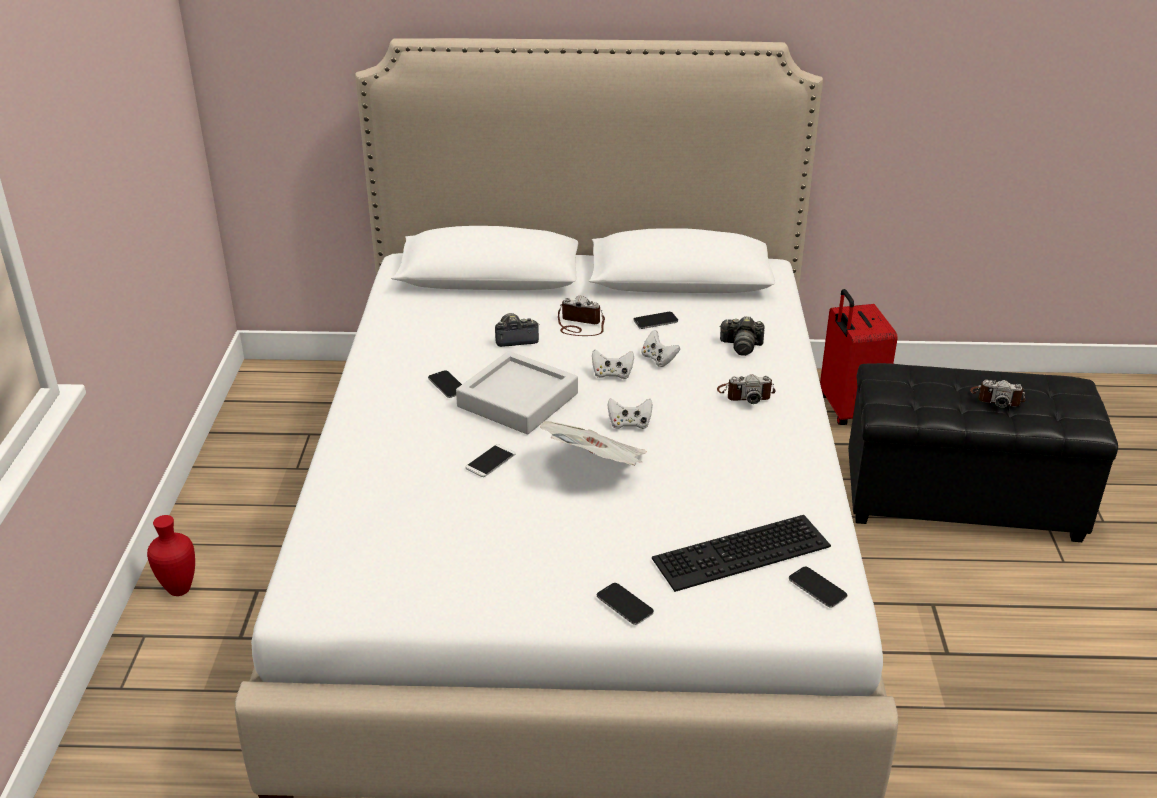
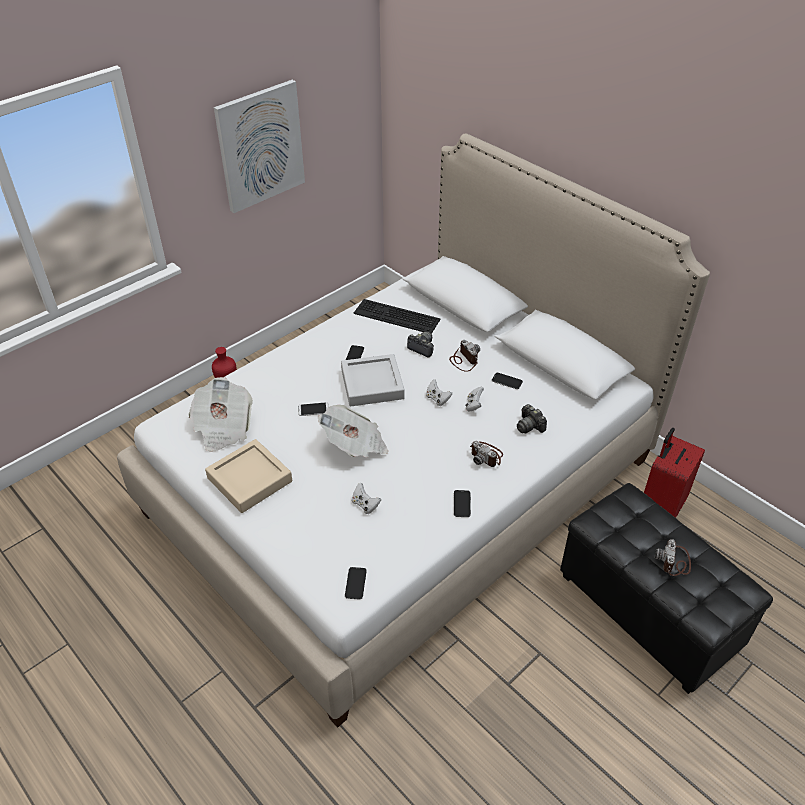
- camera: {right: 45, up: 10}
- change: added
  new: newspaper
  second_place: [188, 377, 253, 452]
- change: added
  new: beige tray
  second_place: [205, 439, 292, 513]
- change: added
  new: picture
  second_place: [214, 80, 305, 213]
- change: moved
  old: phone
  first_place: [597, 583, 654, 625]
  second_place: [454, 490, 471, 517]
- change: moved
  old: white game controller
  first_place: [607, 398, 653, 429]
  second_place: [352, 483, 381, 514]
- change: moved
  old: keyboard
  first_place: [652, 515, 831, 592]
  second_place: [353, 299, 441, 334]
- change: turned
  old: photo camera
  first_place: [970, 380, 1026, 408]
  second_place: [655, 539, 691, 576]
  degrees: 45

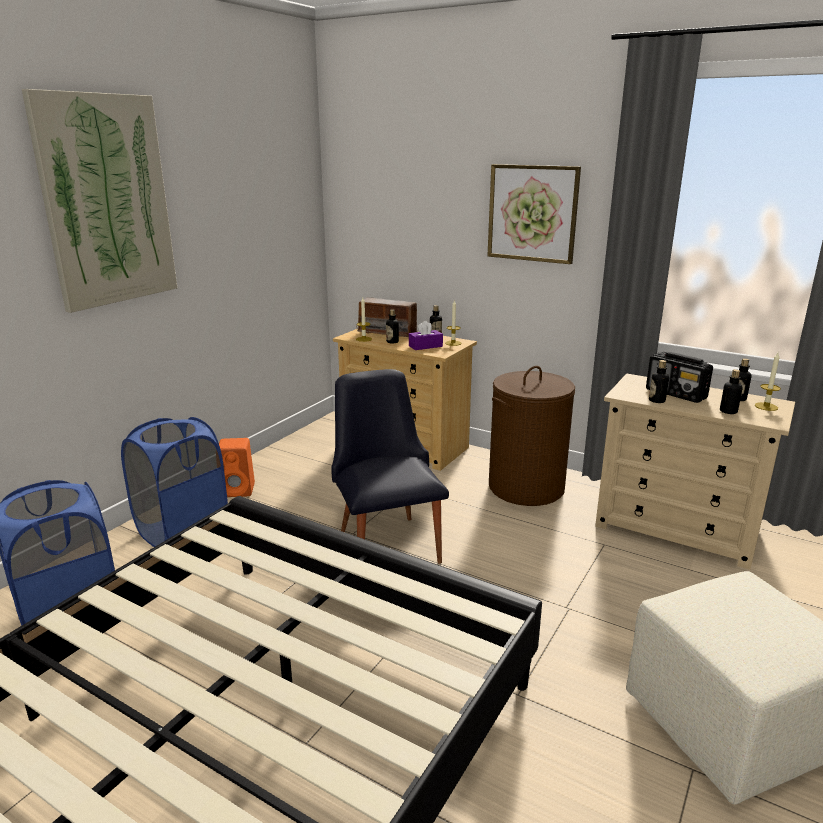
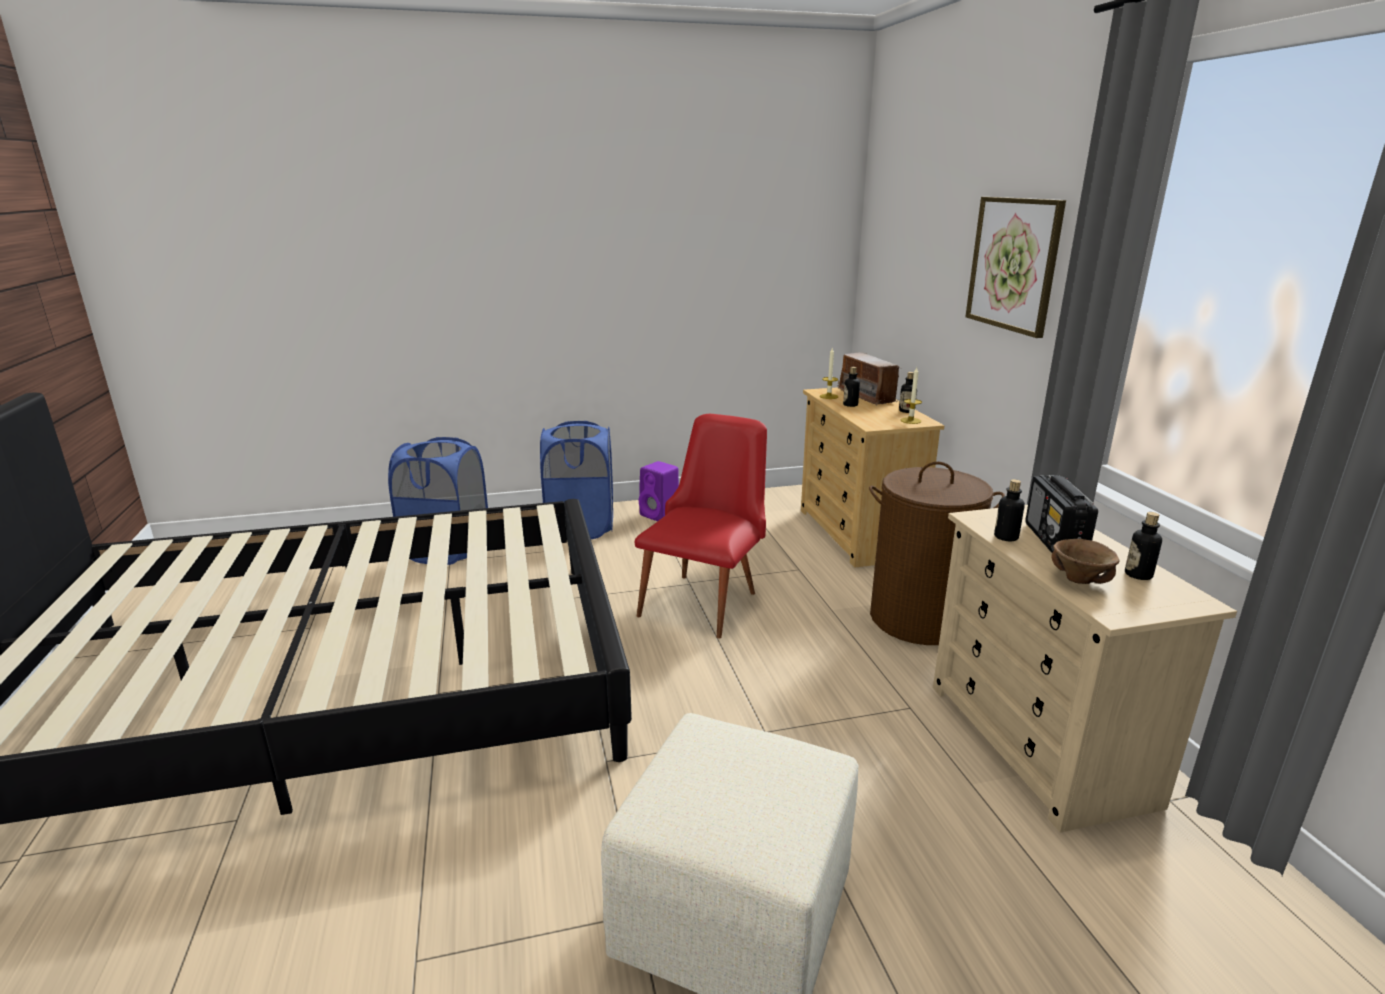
- camera: {right: 45, up: 0}
- change: removed
  old: picture
  first_place: [22, 89, 177, 313]
- change: removed
  old: purple tissue box
  first_place: [409, 320, 443, 350]
- change: removed
  old: candle
  first_place: [755, 353, 781, 411]
- change: replaced
  old: bottle
  new: brown bowl
  first_place: [720, 369, 742, 414]
  second_place: [1052, 539, 1119, 584]
- change: recoloured
  old: orange speaker
  new: purple speaker
  first_place: [219, 438, 255, 497]
  second_place: [639, 461, 679, 521]
- change: recoloured
  old: black chair
  new: red chair
  first_place: [331, 369, 449, 564]
  second_place: [635, 414, 767, 639]

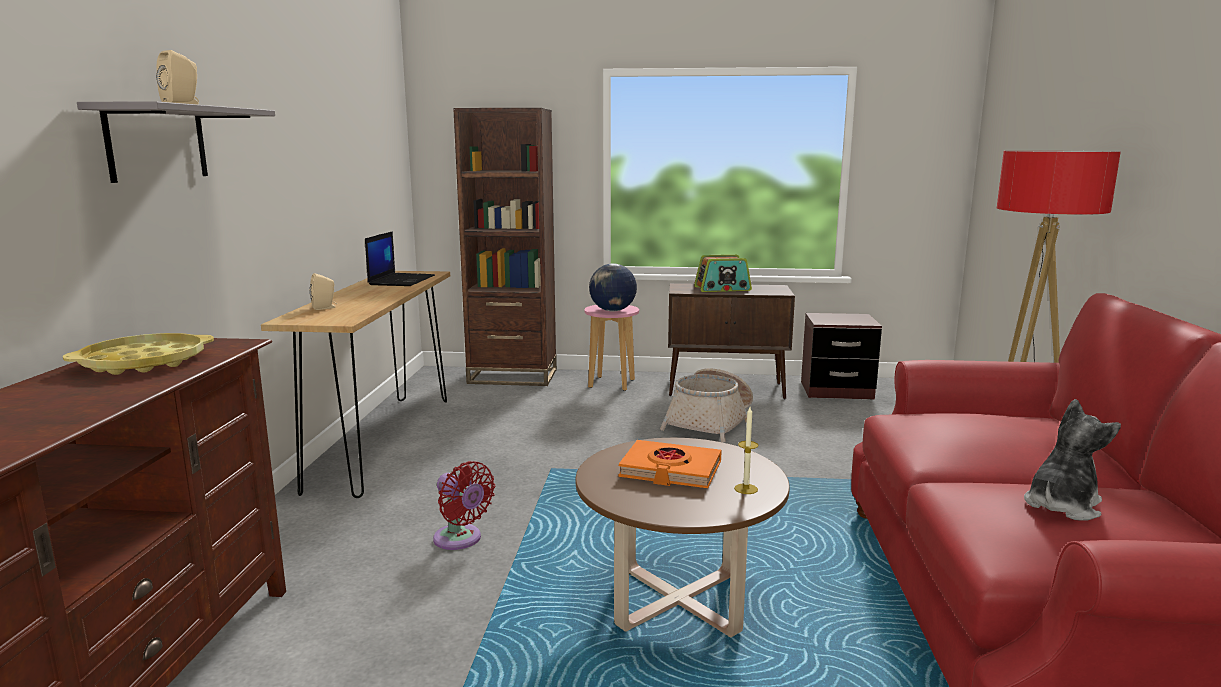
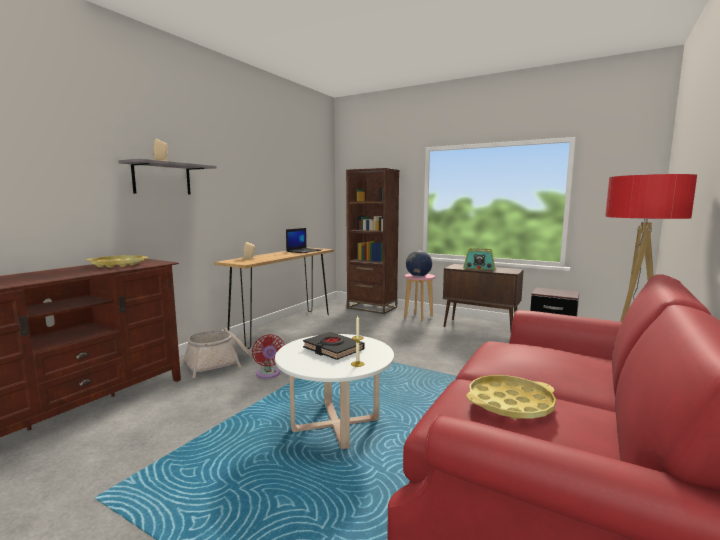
- camera: {right: 25, up: -5}
- change: moved
  old: basket
  first_place: [660, 368, 753, 442]
  second_place: [182, 327, 254, 378]
- change: replaced
  old: plush toy
  new: yellow tray
  first_place: [1024, 399, 1121, 521]
  second_place: [466, 375, 556, 419]
- change: recoloured
  old: brown coffee table
  new: white coffee table
  first_place: [576, 438, 790, 637]
  second_place: [275, 334, 394, 449]
- change: recoloured
  old: orange book
  new: black book
  first_place: [619, 440, 722, 488]
  second_place: [303, 332, 365, 360]

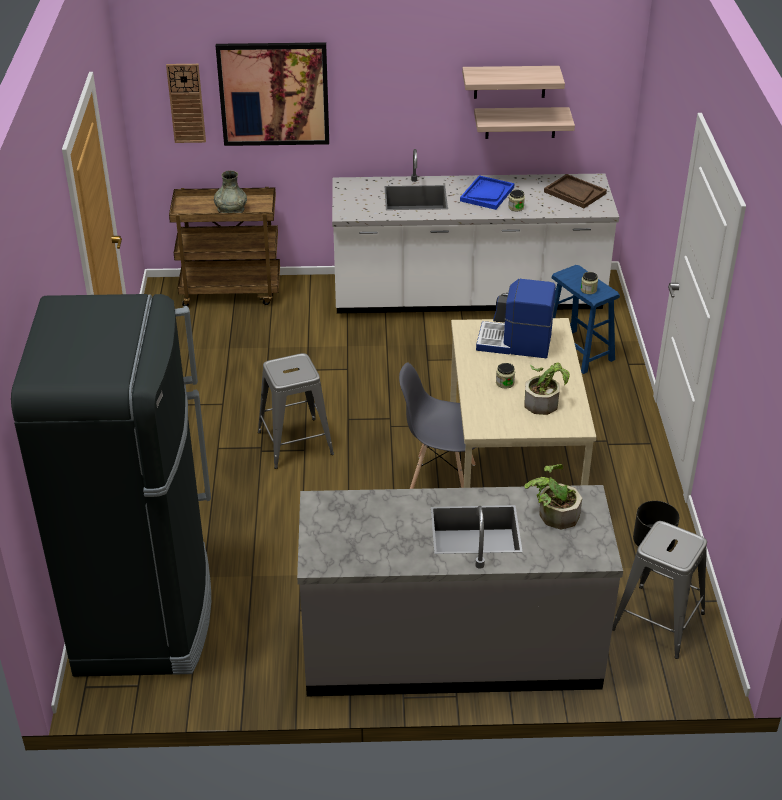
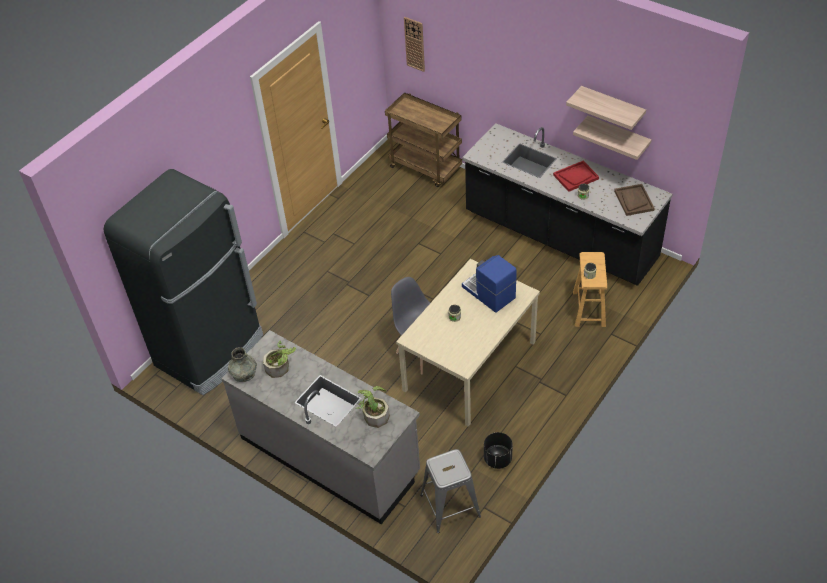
- camera: {right: 40, up: 10}
- change: removed
  old: picture
  first_place: [216, 42, 329, 146]
- change: removed
  old: grey stool
  first_place: [258, 353, 334, 469]
- change: moved
  old: grey vase
  first_place: [214, 170, 247, 213]
  second_place: [228, 347, 257, 382]
- change: moved
  old: potted plant
  first_place: [524, 362, 570, 415]
  second_place: [263, 341, 296, 378]
- change: recoloured
  old: white counter
  new: black counter
  first_place: [332, 149, 619, 313]
  second_place: [462, 123, 672, 286]
- change: recoloured
  old: blue tray
  new: red tray
  first_place: [460, 175, 515, 210]
  second_place: [553, 161, 599, 192]
- change: recoloured
  old: blue stool
  new: brown stool
  first_place: [552, 265, 620, 374]
  second_place: [573, 252, 607, 327]

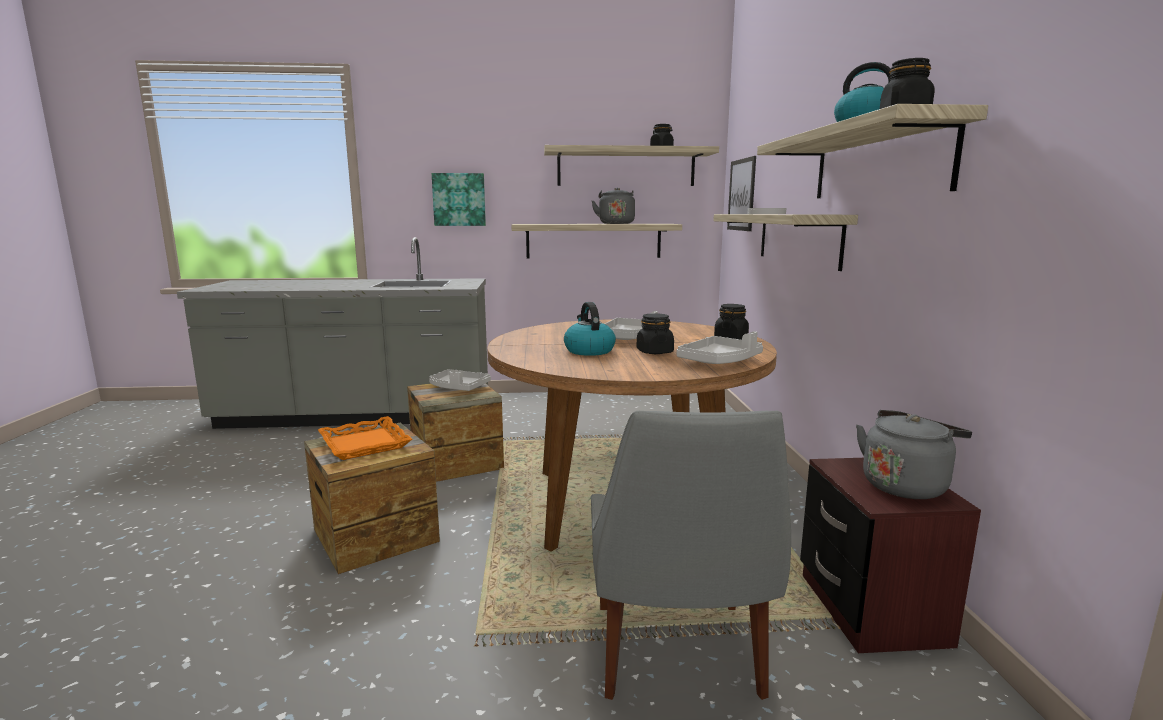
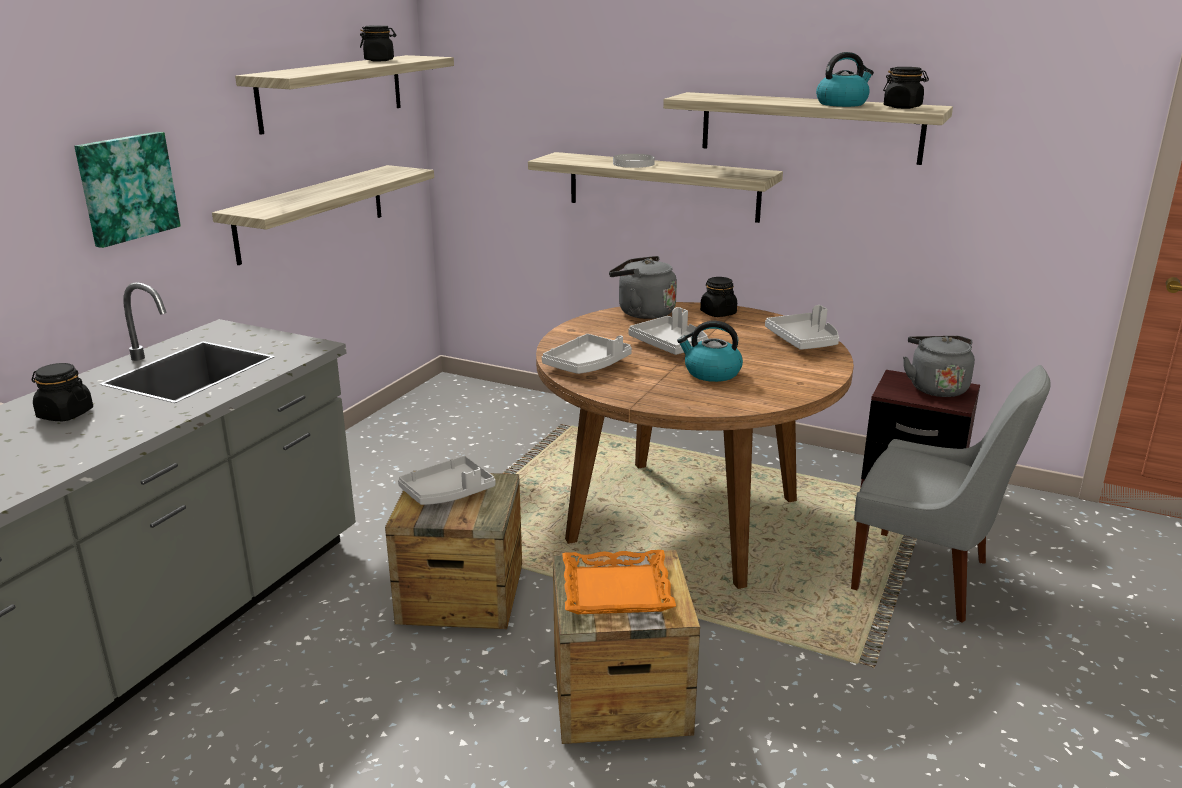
- camera: {right: -60, up: 10}
- change: removed
  old: picture
  first_place: [727, 156, 756, 231]
- change: added
  new: grey tray
  second_place: [542, 334, 632, 374]
- change: moved
  old: grey kettle
  first_place: [591, 188, 635, 224]
  second_place: [609, 256, 677, 319]
- change: moved
  old: black jar
  first_place: [637, 313, 674, 354]
  second_place: [32, 363, 93, 421]

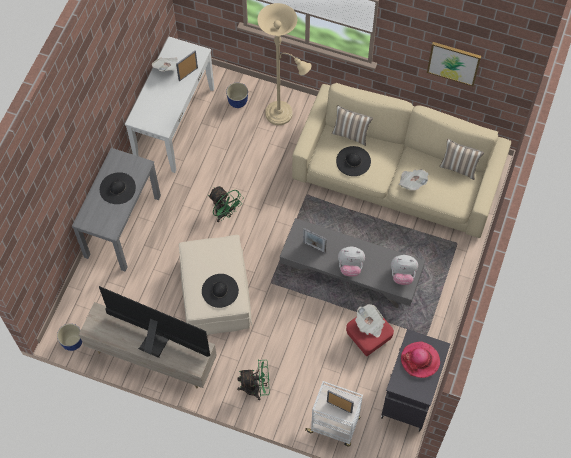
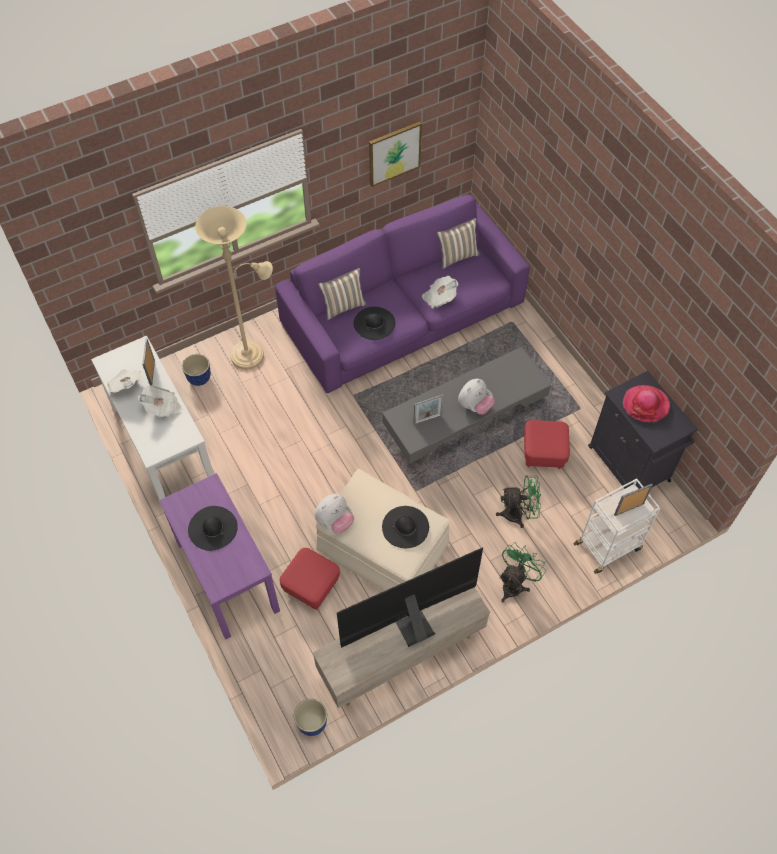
- camera: {right: -50, up: -5}
- change: added
  new: red ottoman
  second_place: [280, 548, 340, 610]
- change: moved
  old: green fan
  first_place: [208, 186, 244, 222]
  second_place: [496, 475, 541, 528]
- change: moved
  old: newspaper
  first_place: [355, 304, 385, 338]
  second_place: [138, 385, 182, 417]
- change: moved
  old: plush toy
  first_place: [391, 255, 418, 285]
  second_place: [315, 494, 354, 534]
- change: recoloured
  old: grey console table
  new: purple console table
  first_place: [72, 148, 161, 271]
  second_place: [159, 473, 280, 639]
- change: recoloured
  old: beige sofa
  new: purple sofa
  first_place: [292, 83, 511, 238]
  second_place: [275, 195, 530, 393]

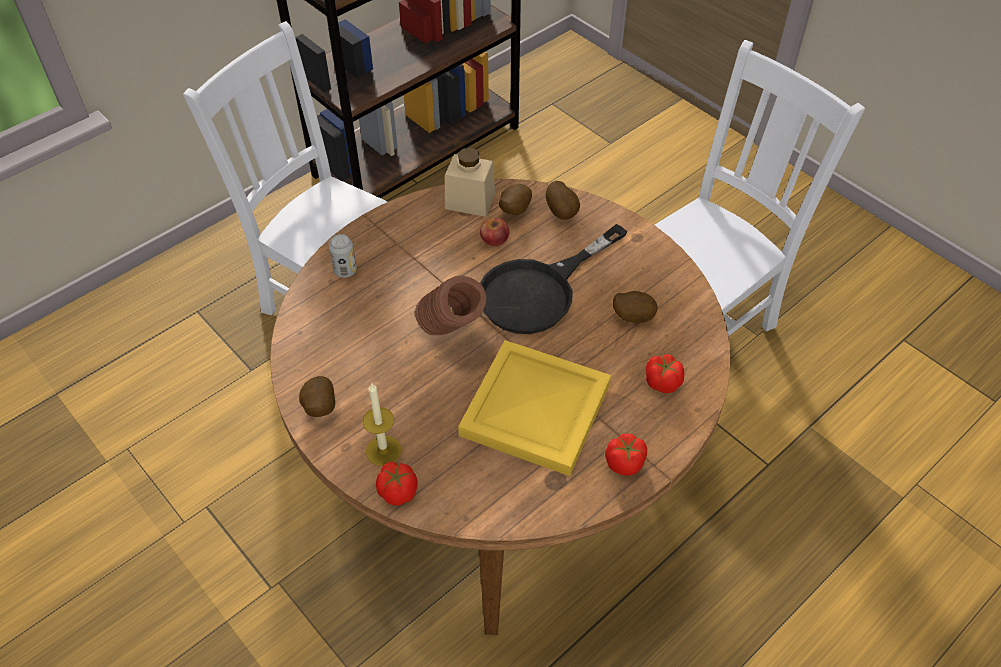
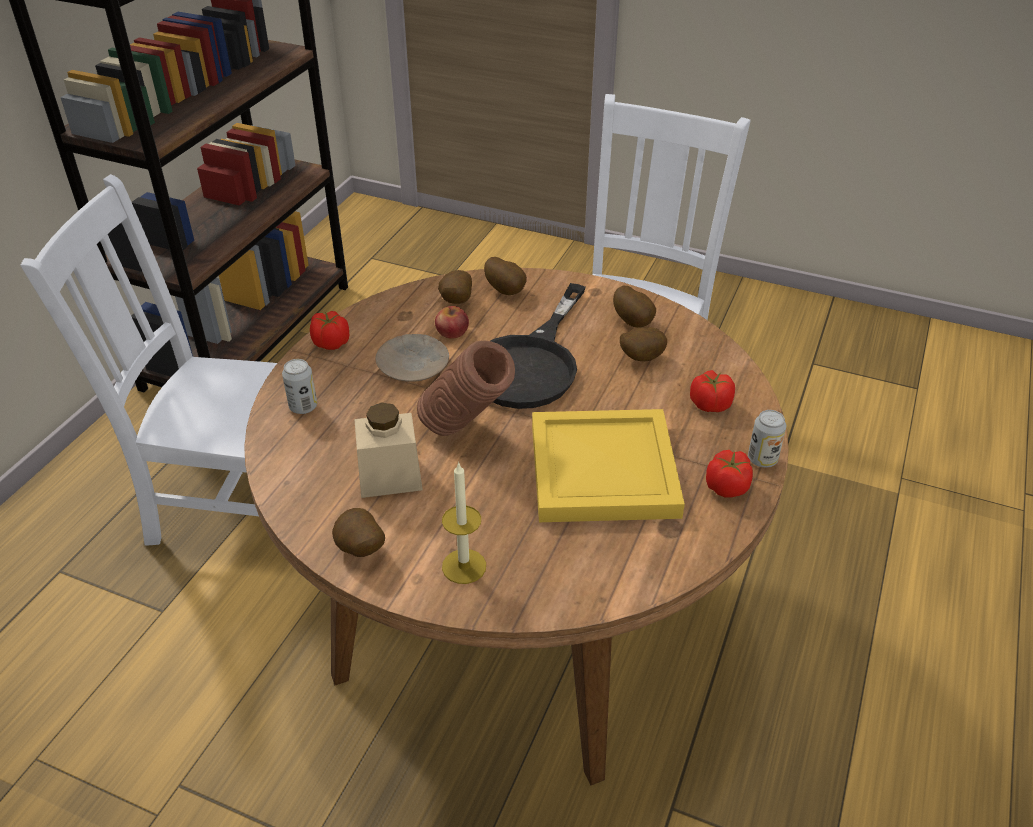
- camera: {right: -25, up: -10}
- change: added
  new: beige plate
  second_place: [375, 334, 449, 382]
- change: added
  new: potato
  second_place: [613, 286, 656, 327]
- change: added
  new: can
  second_place: [748, 410, 786, 468]
- change: moved
  old: tomato
  first_place: [376, 462, 418, 506]
  second_place: [310, 311, 349, 350]
- change: moved
  old: beige jar
  first_place: [445, 148, 495, 217]
  second_place: [354, 403, 423, 498]

